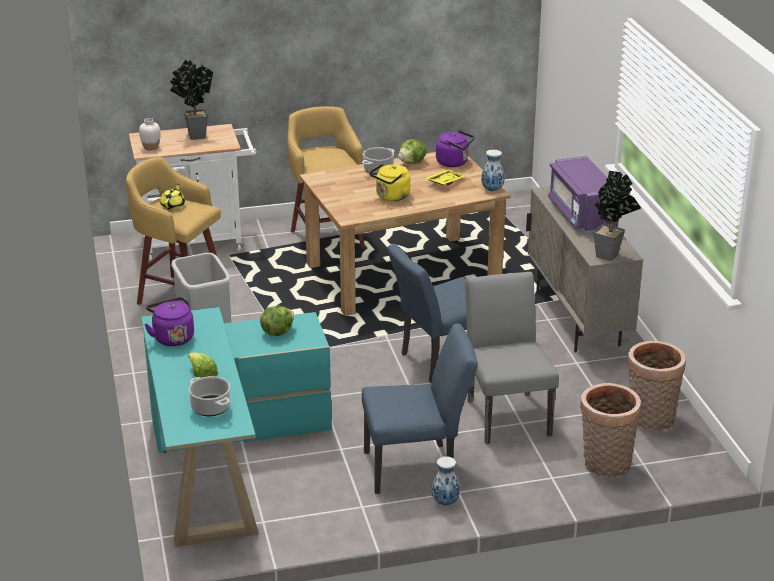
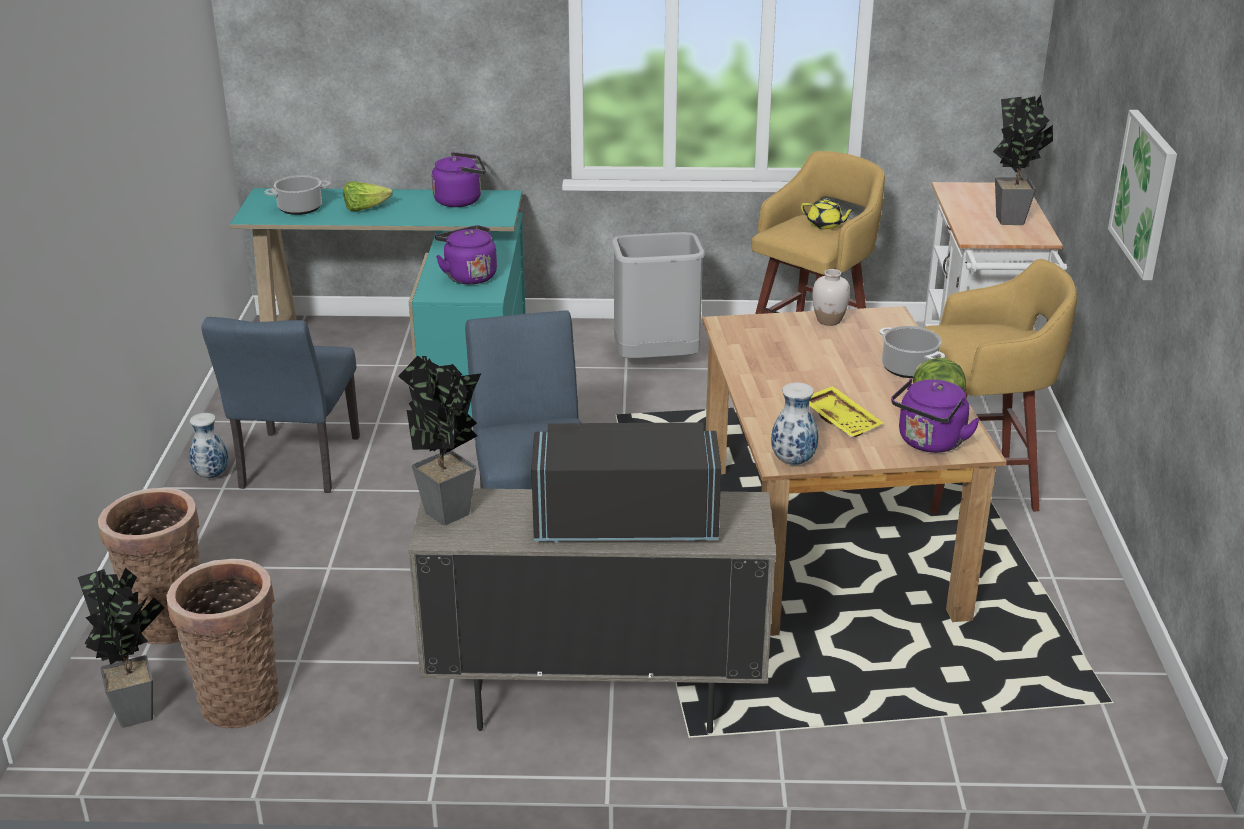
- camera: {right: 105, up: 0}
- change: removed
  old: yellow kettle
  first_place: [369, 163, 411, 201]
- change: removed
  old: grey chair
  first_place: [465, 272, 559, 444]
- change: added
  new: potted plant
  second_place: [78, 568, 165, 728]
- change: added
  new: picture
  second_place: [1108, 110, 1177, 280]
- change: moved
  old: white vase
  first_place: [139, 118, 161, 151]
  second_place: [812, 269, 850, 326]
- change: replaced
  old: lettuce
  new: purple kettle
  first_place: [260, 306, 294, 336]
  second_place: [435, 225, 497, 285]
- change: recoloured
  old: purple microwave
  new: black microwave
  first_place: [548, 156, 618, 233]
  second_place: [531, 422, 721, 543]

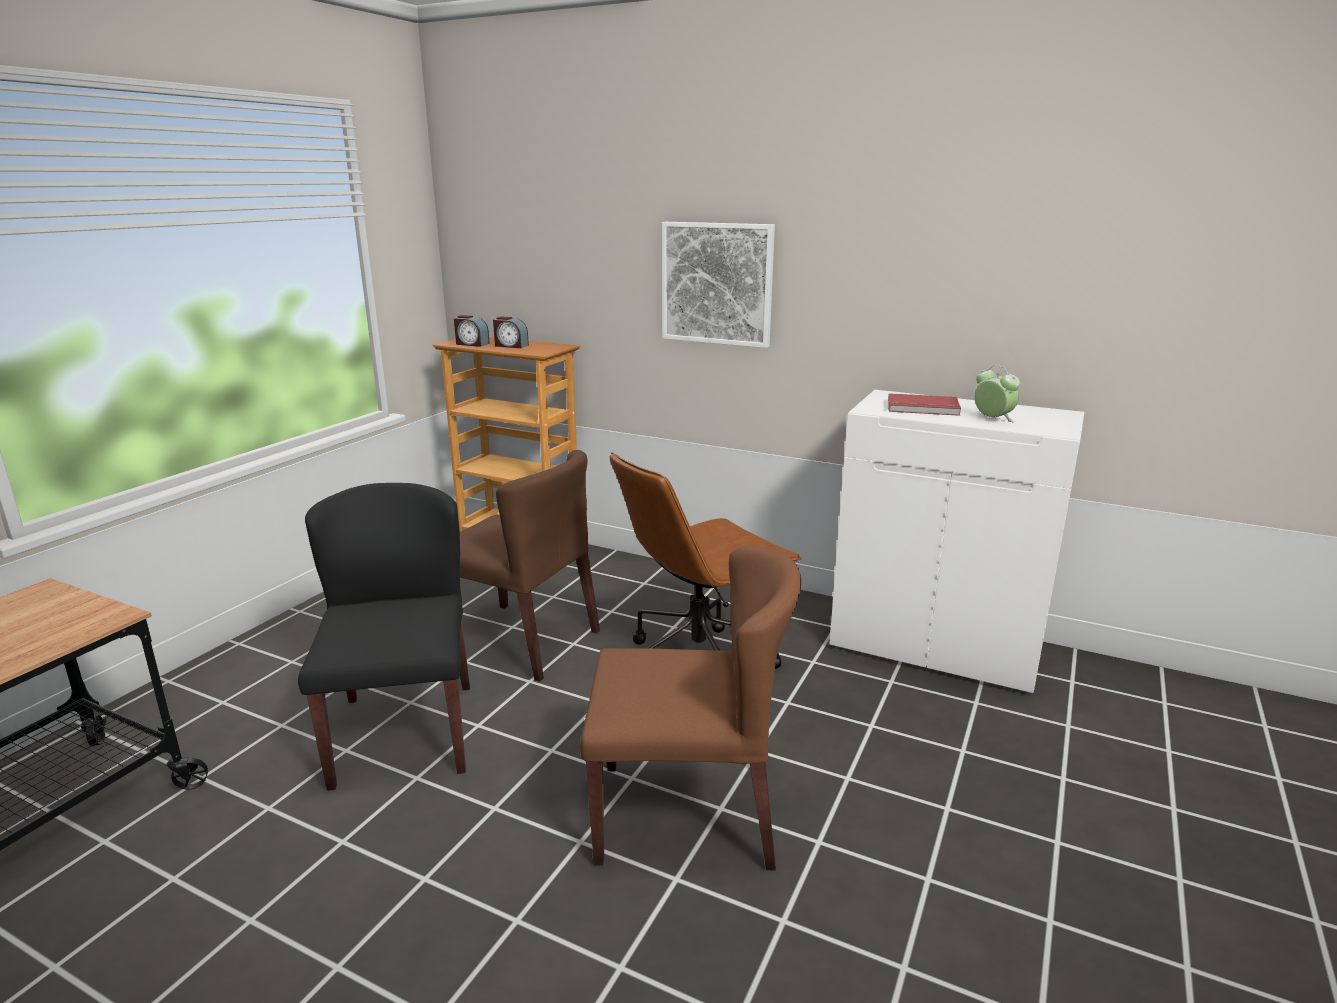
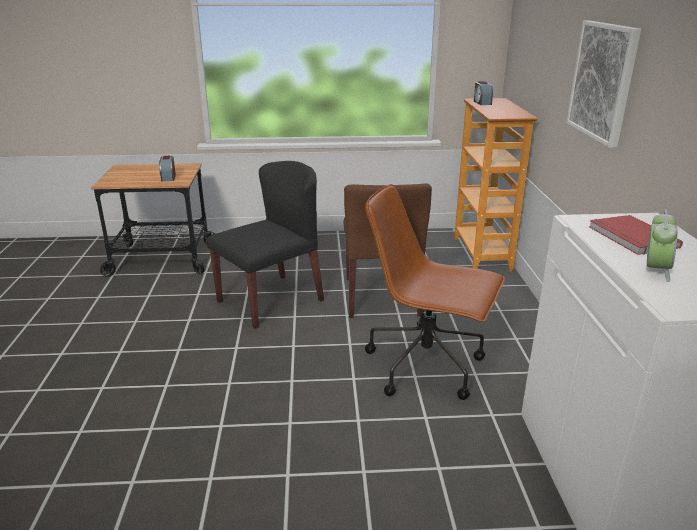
- camera: {right: 60, up: 5}
- change: removed
  old: brown chair
  first_place: [580, 545, 801, 870]
- change: moved
  old: alarm clock
  first_place: [493, 317, 529, 348]
  second_place: [159, 156, 176, 182]

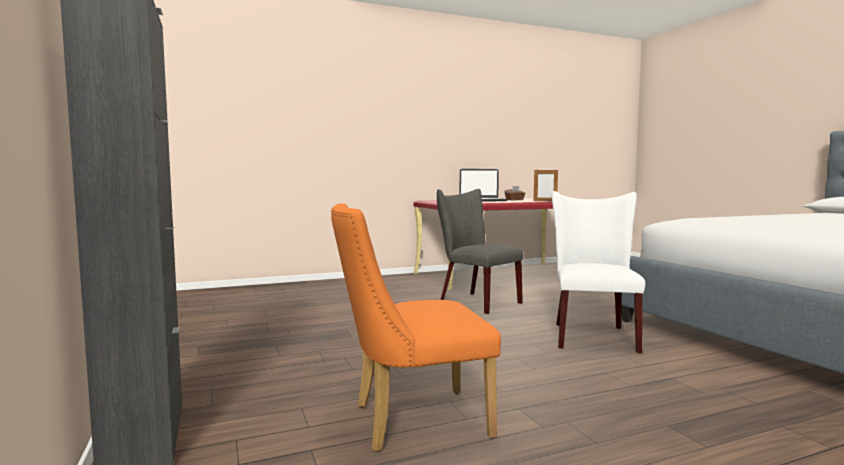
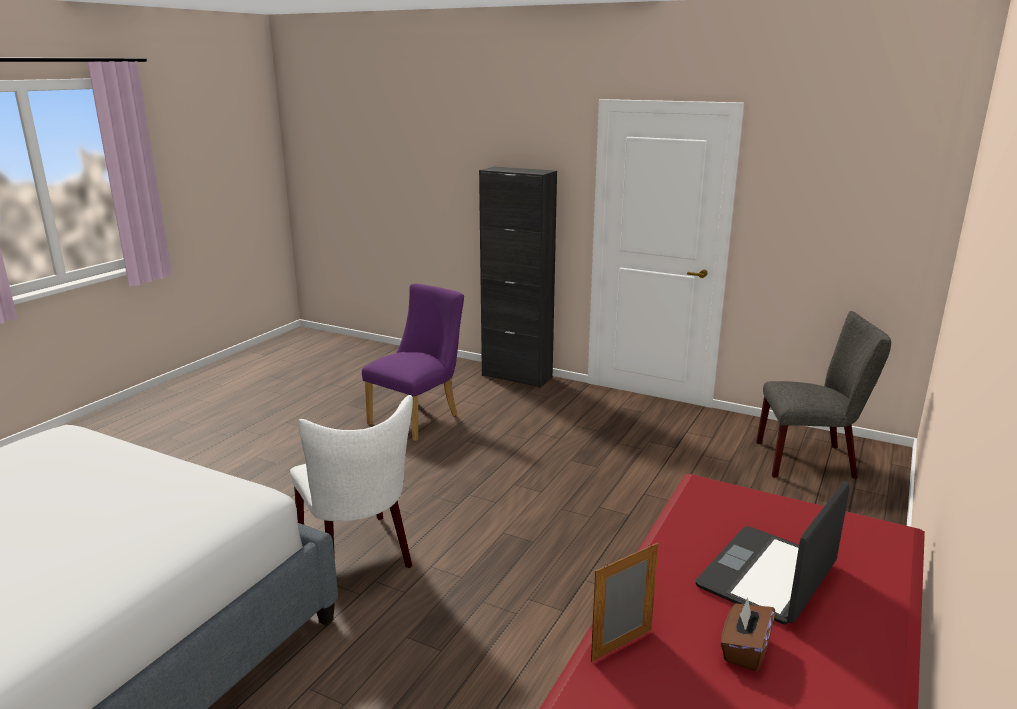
- camera: {right: 140, up: 15}
- change: moved
  old: grey chair
  first_place: [437, 189, 524, 314]
  second_place: [756, 311, 891, 479]
- change: recoloured
  old: orange chair
  new: purple chair
  first_place: [331, 203, 501, 452]
  second_place: [362, 284, 464, 441]

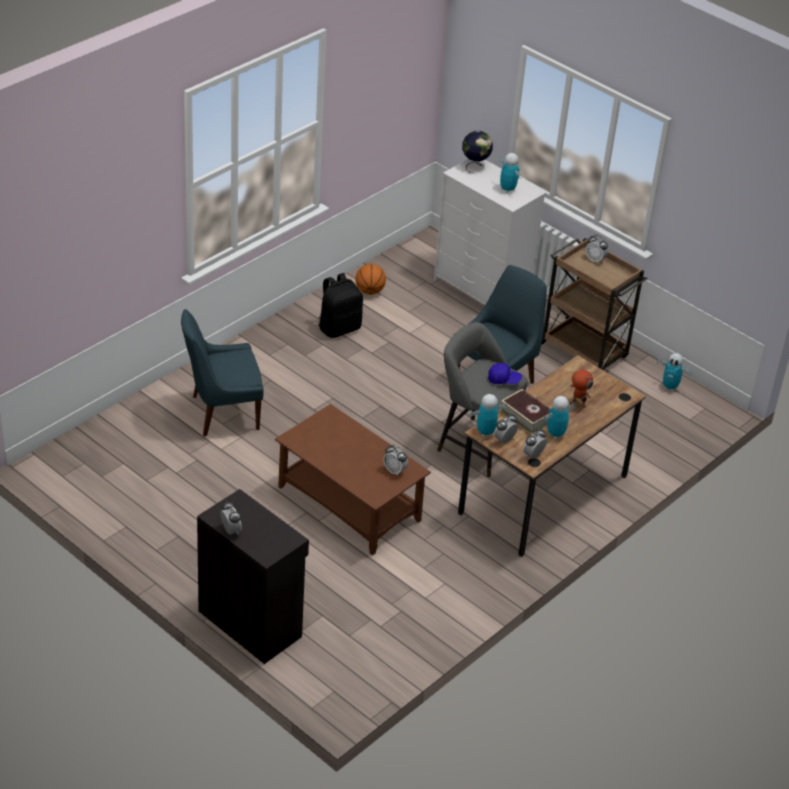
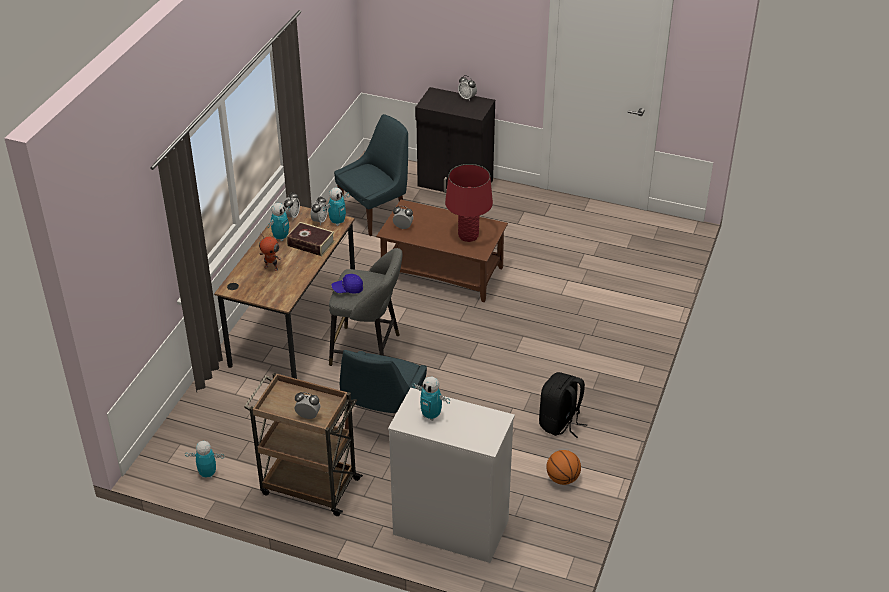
- camera: {right: 160, up: 0}
- change: removed
  old: globe
  first_place: [462, 131, 493, 173]
- change: added
  new: red table lamp
  second_place: [445, 164, 493, 242]
- change: moved
  old: blue chair
  first_place: [181, 309, 264, 437]
  second_place: [334, 114, 408, 236]

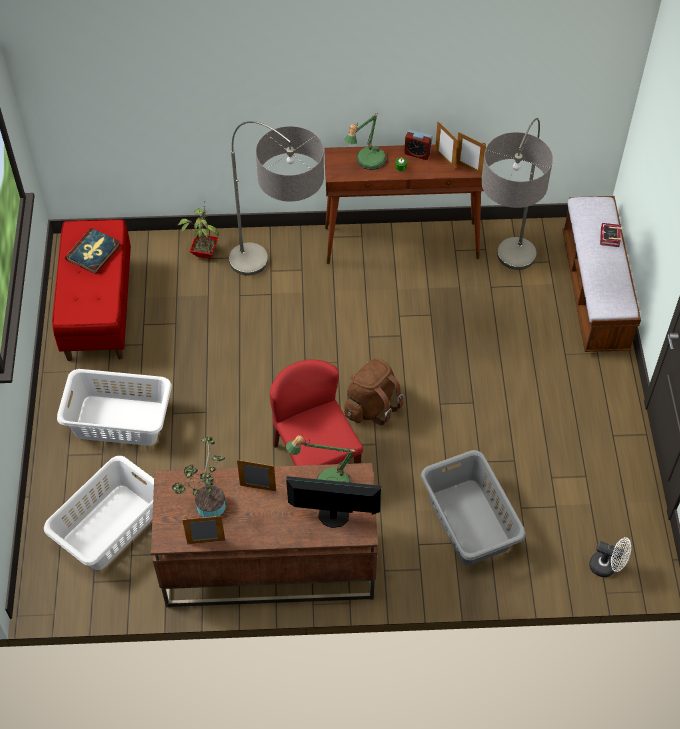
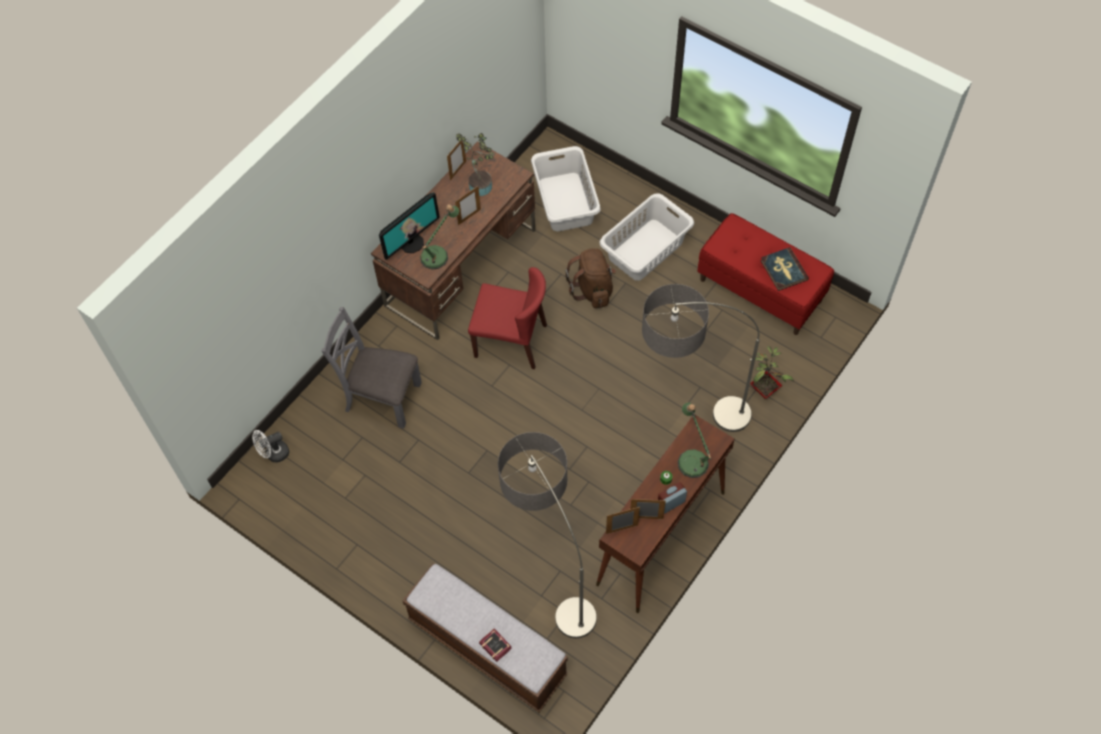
- camera: {right: 130, up: 5}
- change: moved
  old: brown backpack
  first_place: [344, 358, 404, 425]
  second_place: [565, 248, 616, 308]
- change: replaced
  old: grey laundry basket
  new: grey chair
  first_place: [421, 450, 526, 565]
  second_place: [321, 307, 422, 428]

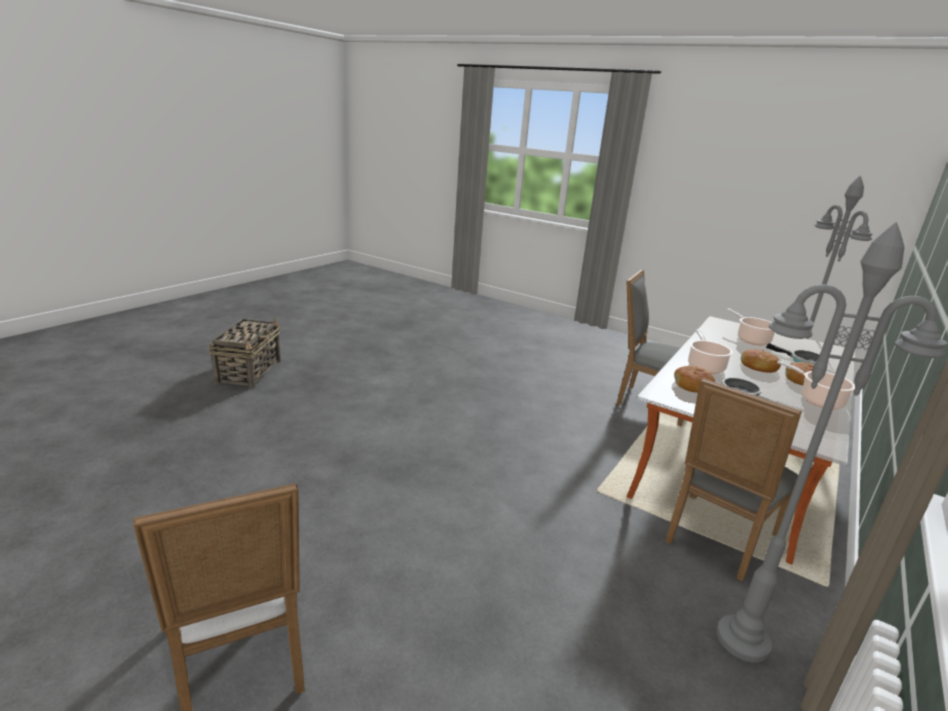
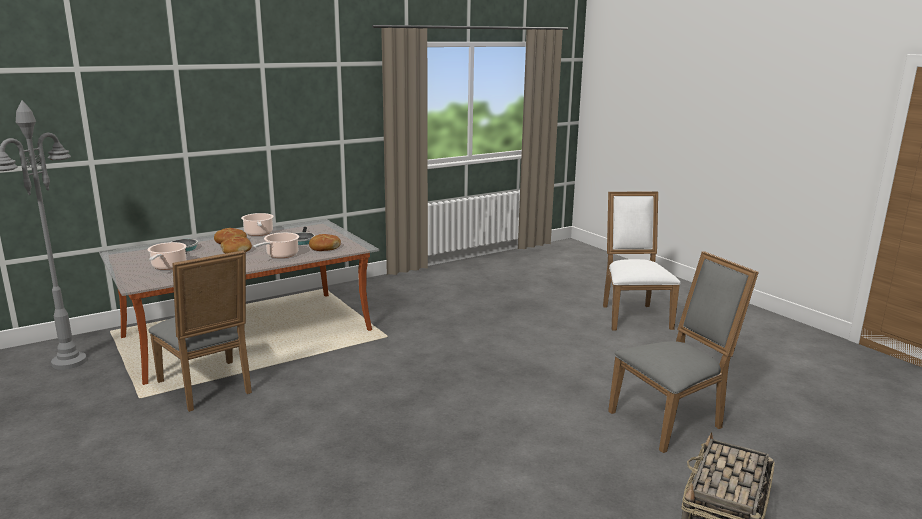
- camera: {right: -155, up: -5}
- change: removed
  old: grey floor lamp
  first_place: [716, 222, 947, 663]
- change: moved
  old: grey chair
  first_place: [665, 378, 802, 582]
  second_place: [608, 251, 759, 453]

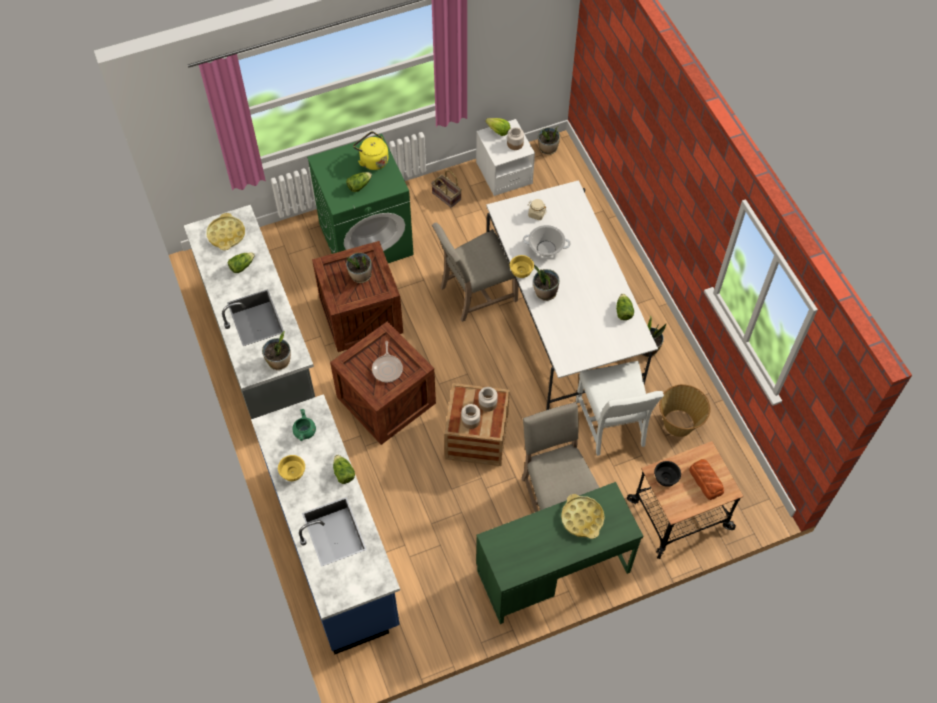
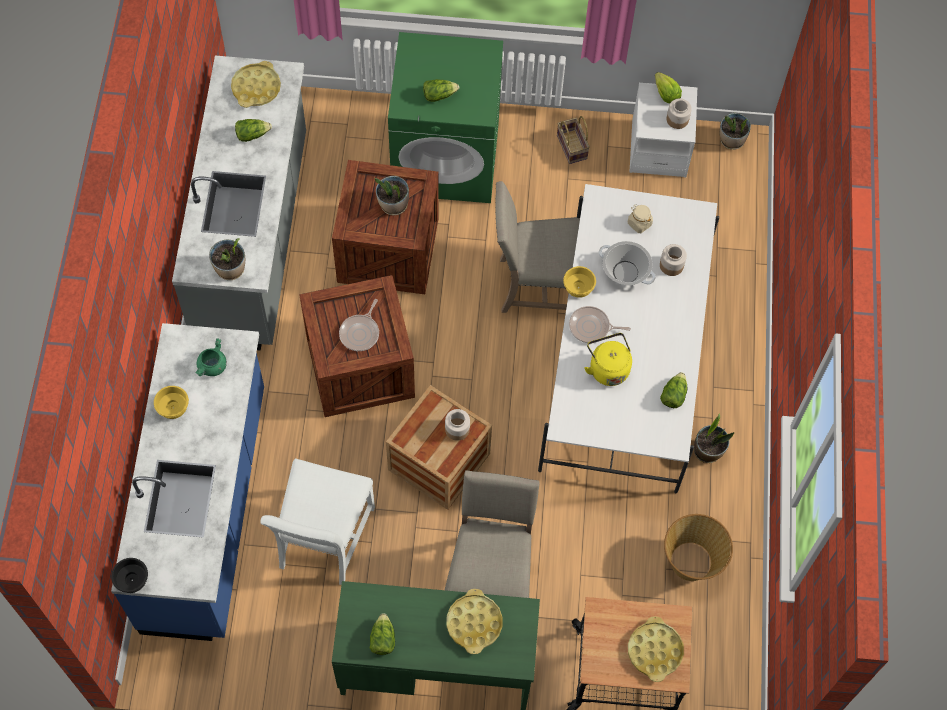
- camera: {right: 25, up: 5}
- change: moved
  old: lettuce
  first_place: [333, 455, 355, 484]
  second_place: [370, 613, 395, 655]
- change: moved
  old: yellow kettle
  first_place: [353, 131, 389, 170]
  second_place: [584, 333, 632, 386]
- change: moved
  old: jar
  first_place: [461, 404, 481, 429]
  second_place: [660, 244, 687, 276]
- change: moved
  old: white chair
  first_place: [576, 361, 664, 456]
  second_place: [260, 458, 375, 585]
- change: moved
  old: black bowl
  first_place: [654, 461, 681, 487]
  second_place: [111, 558, 148, 593]
- change: replaced
  old: potted plant
  new: frying pan
  first_place: [533, 265, 559, 301]
  second_place: [569, 306, 631, 343]
- change: replaced
  old: bread
  new: yellow tray
  first_place: [689, 459, 724, 500]
  second_place: [628, 616, 684, 682]

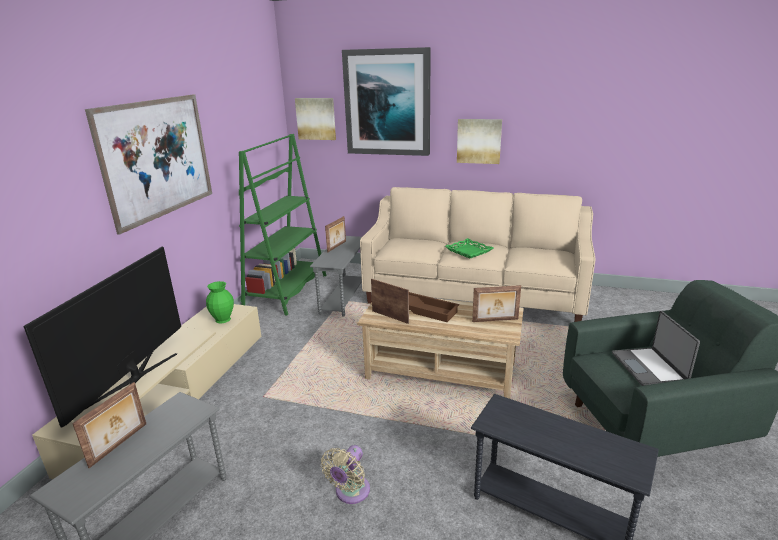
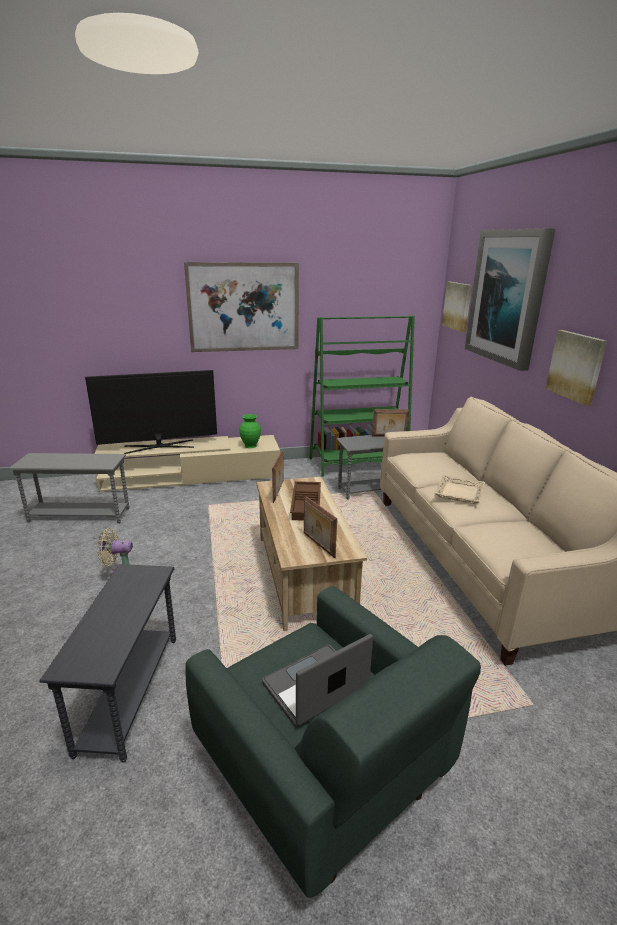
- camera: {right: 60, up: 0}
- change: removed
  old: picture frame
  first_place: [72, 382, 146, 468]
- change: recoloured
  old: green tray
  new: beige tray
  first_place: [445, 238, 493, 258]
  second_place: [435, 475, 485, 504]

